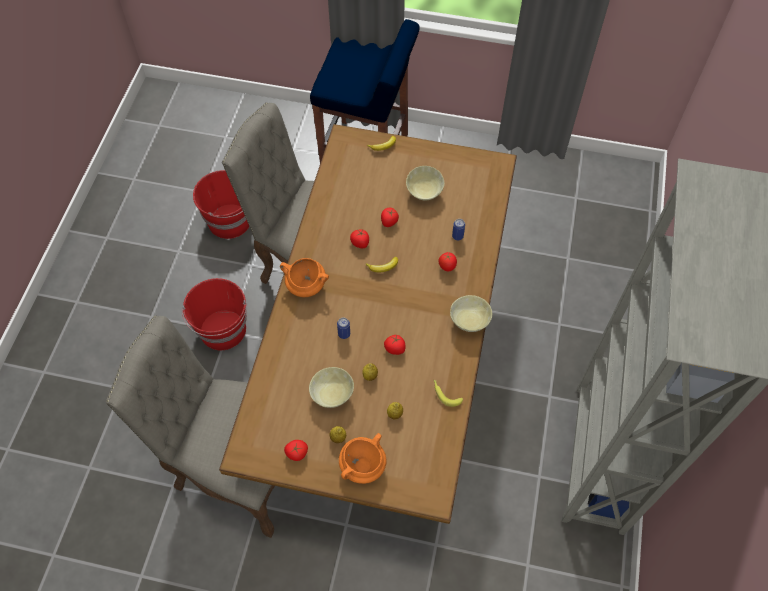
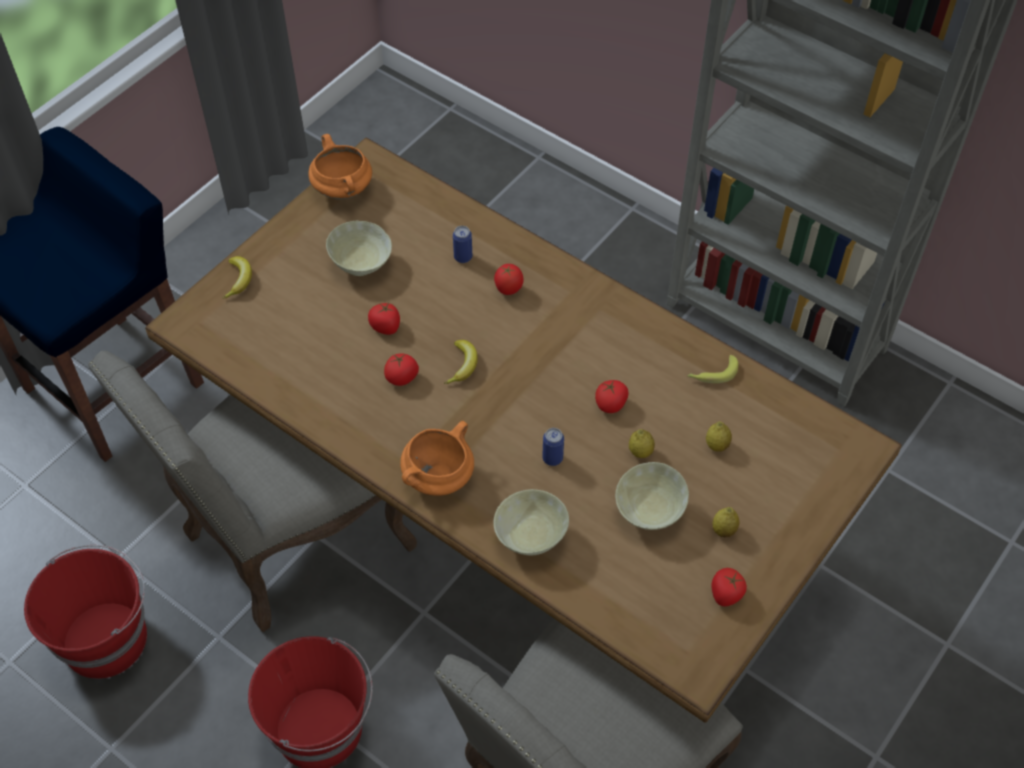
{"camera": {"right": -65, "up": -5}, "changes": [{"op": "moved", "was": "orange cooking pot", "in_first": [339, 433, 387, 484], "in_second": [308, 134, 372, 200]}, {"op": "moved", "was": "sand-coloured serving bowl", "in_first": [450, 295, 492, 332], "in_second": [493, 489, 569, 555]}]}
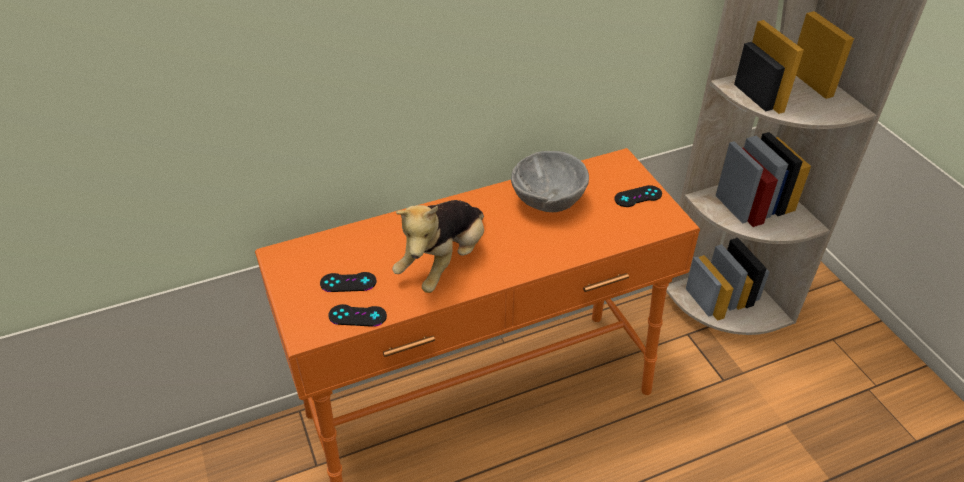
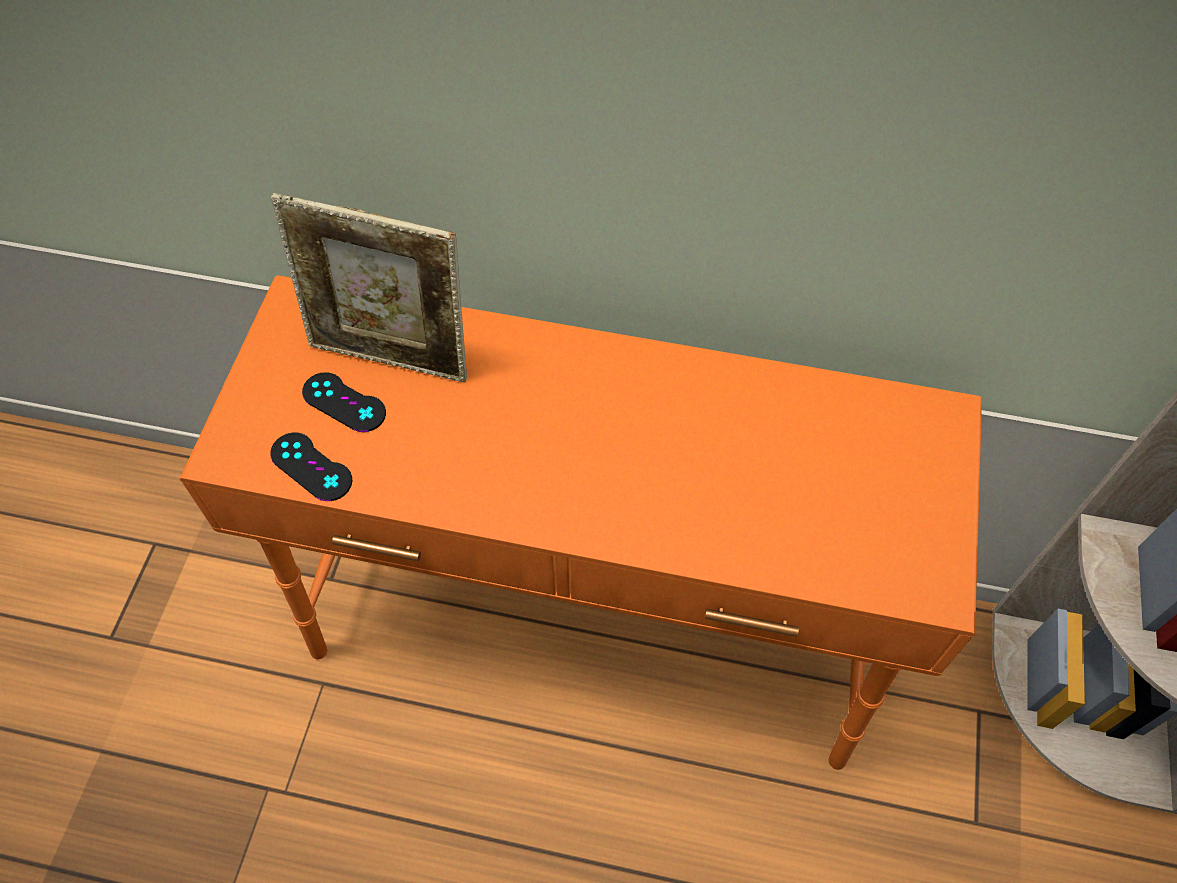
{"camera": {"right": 35, "up": 15}, "changes": [{"op": "removed", "was": "plush toy", "in_first": [392, 200, 484, 293]}, {"op": "removed", "was": "greyish serving bowl", "in_first": [511, 151, 589, 212]}, {"op": "removed", "was": "black joypad", "in_first": [614, 185, 662, 207]}, {"op": "added", "now": "photo frame", "in_second": [271, 193, 467, 382]}]}
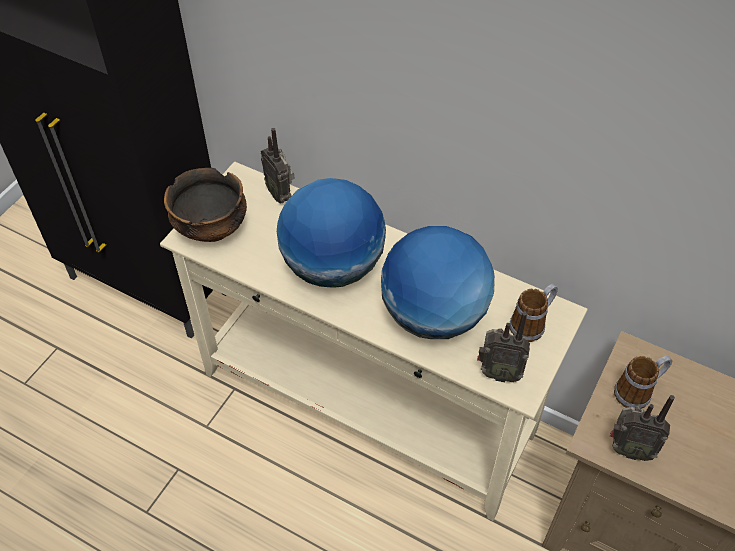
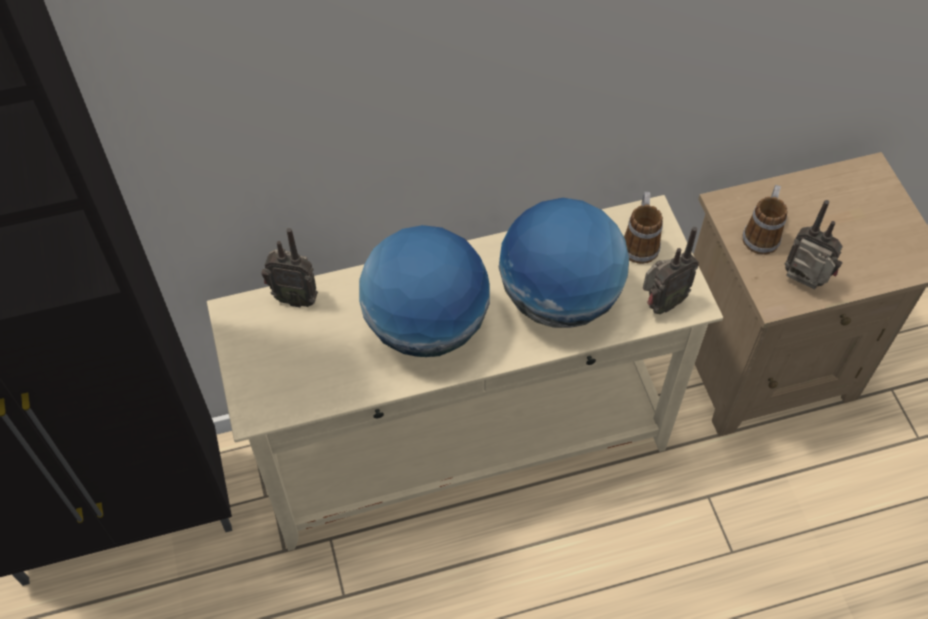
{"camera": {"right": -45, "up": 5}, "changes": [{"op": "removed", "was": "serving bowl", "in_first": [164, 168, 247, 242]}, {"op": "turned", "was": "radio receiver", "in_first": [610, 395, 675, 461], "in_second": [785, 200, 843, 289], "clockwise": -120}]}
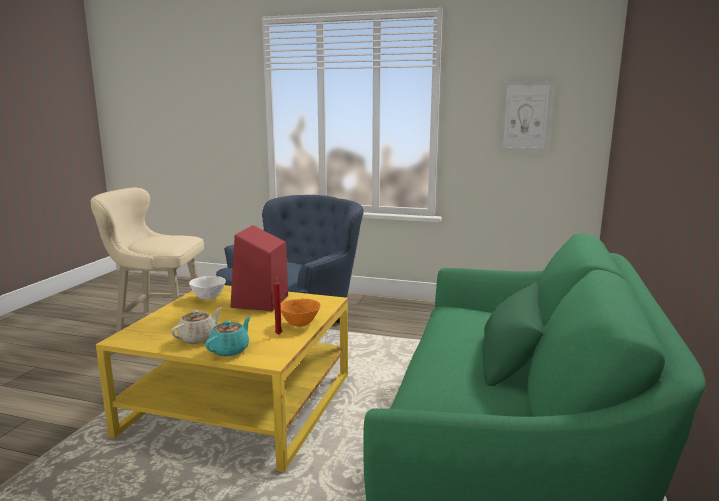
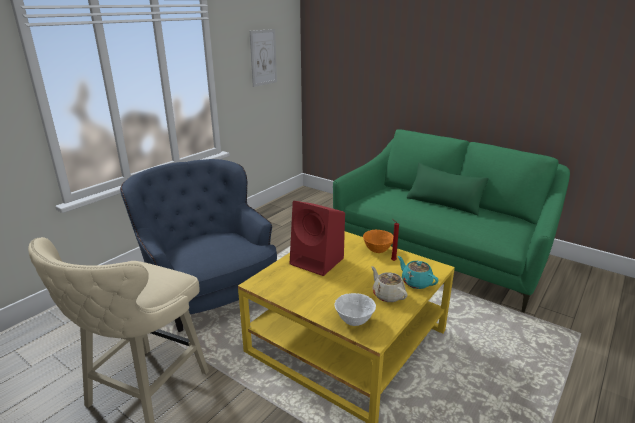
{"camera": {"right": -70, "up": 10}, "changes": [{"op": "moved", "was": "white serving bowl", "in_first": [189, 276, 226, 300], "in_second": [335, 293, 376, 326]}]}
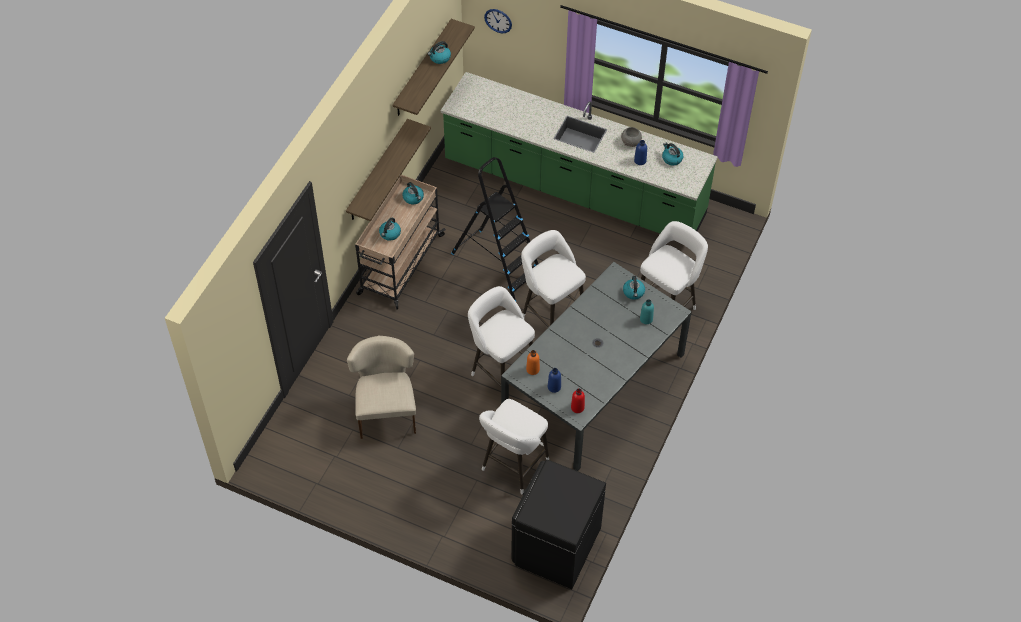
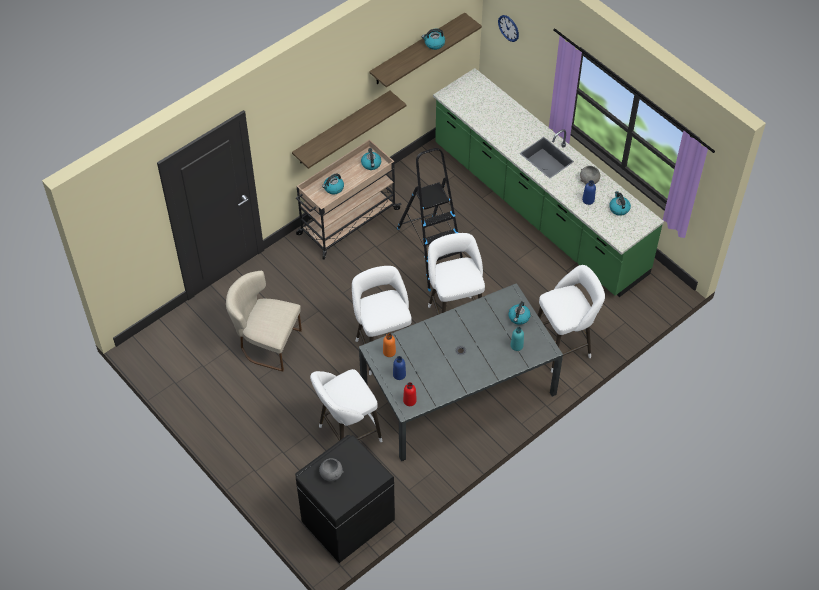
{"camera": {"right": 25, "up": 0}, "changes": [{"op": "turned", "was": "sand-coloured plain chair", "in_first": [347, 335, 416, 439], "in_second": [226, 271, 302, 372], "clockwise": -90}, {"op": "added", "now": "greyish serving bowl", "in_second": [319, 458, 344, 481]}]}
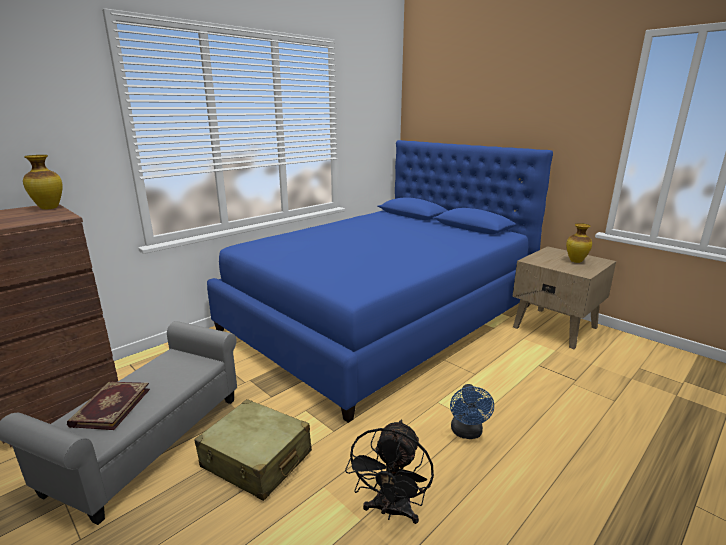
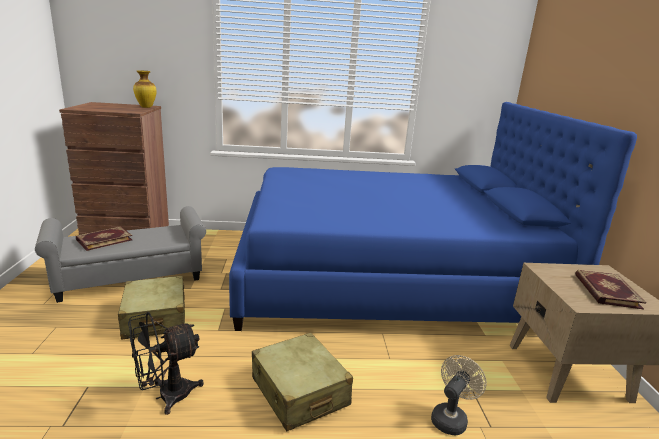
{"camera": {"right": 40, "up": 0}, "changes": [{"op": "replaced", "was": "bluish cooling fan", "now": "sand-coloured travel case", "in_first": [450, 384, 494, 439], "in_second": [252, 333, 353, 431]}, {"op": "replaced", "was": "decorative vase", "now": "bound book", "in_first": [566, 223, 592, 263], "in_second": [575, 270, 646, 310]}, {"op": "added", "now": "sand-coloured cooling fan", "in_second": [431, 355, 487, 435]}]}
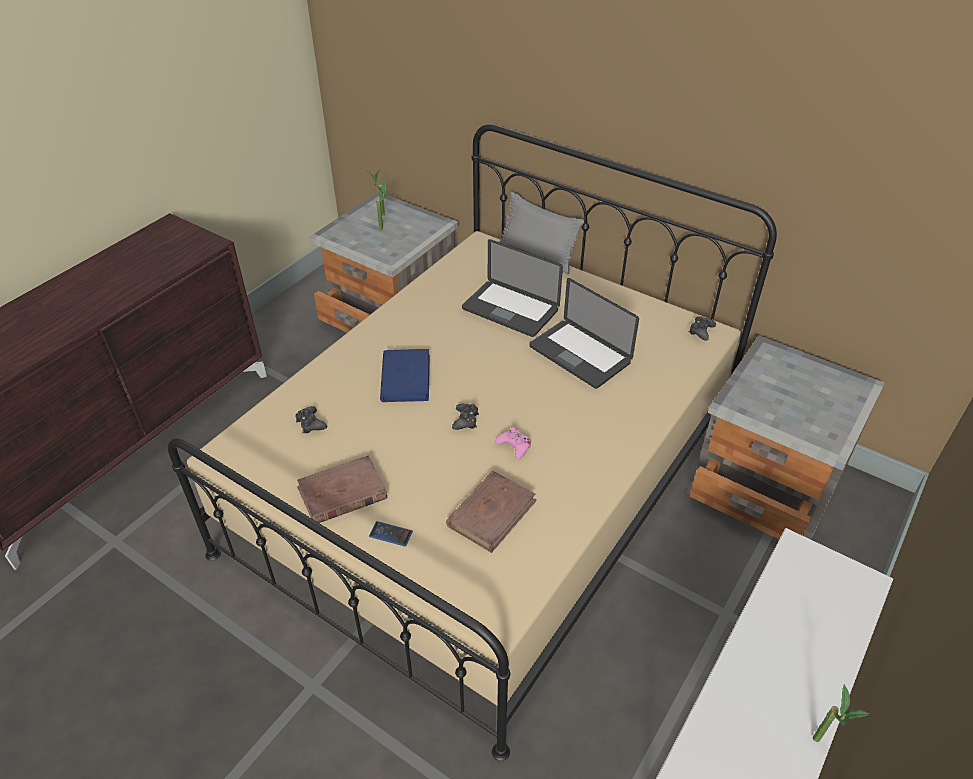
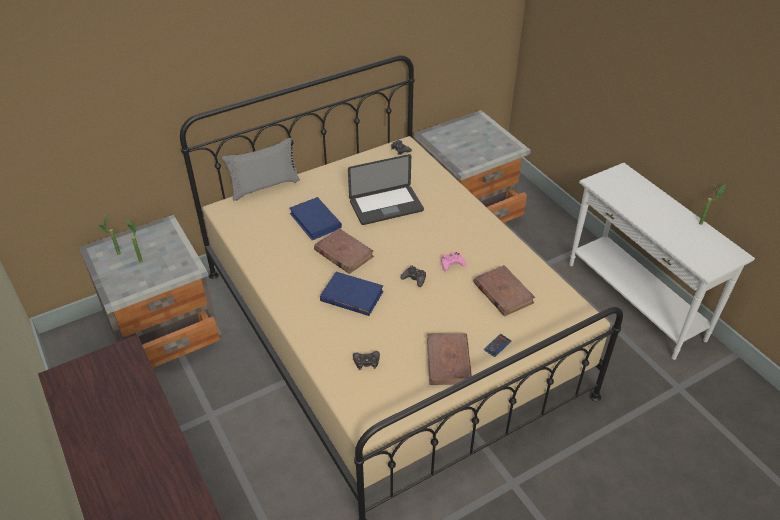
{"camera": {"right": -65, "up": 0}, "changes": [{"op": "replaced", "was": "notebook computer", "now": "bluish bound book", "in_first": [462, 239, 563, 337], "in_second": [289, 197, 342, 240]}, {"op": "added", "now": "brown-coloured bound book", "in_second": [314, 228, 374, 274]}]}
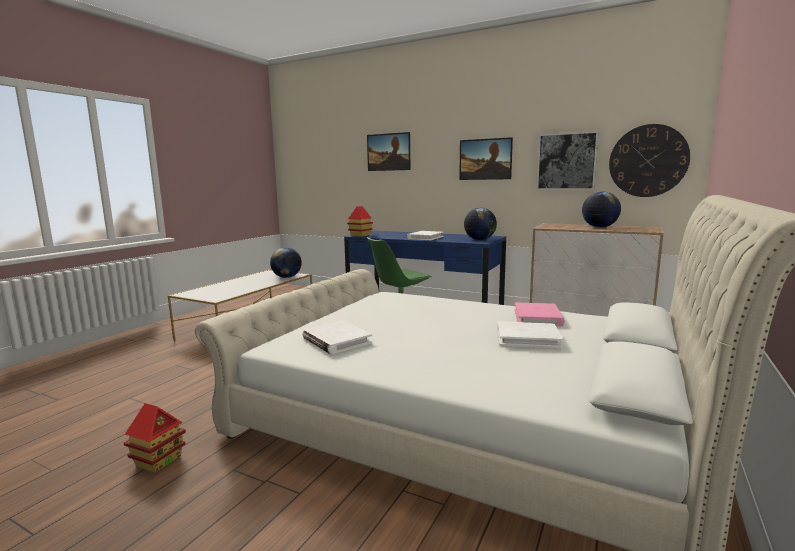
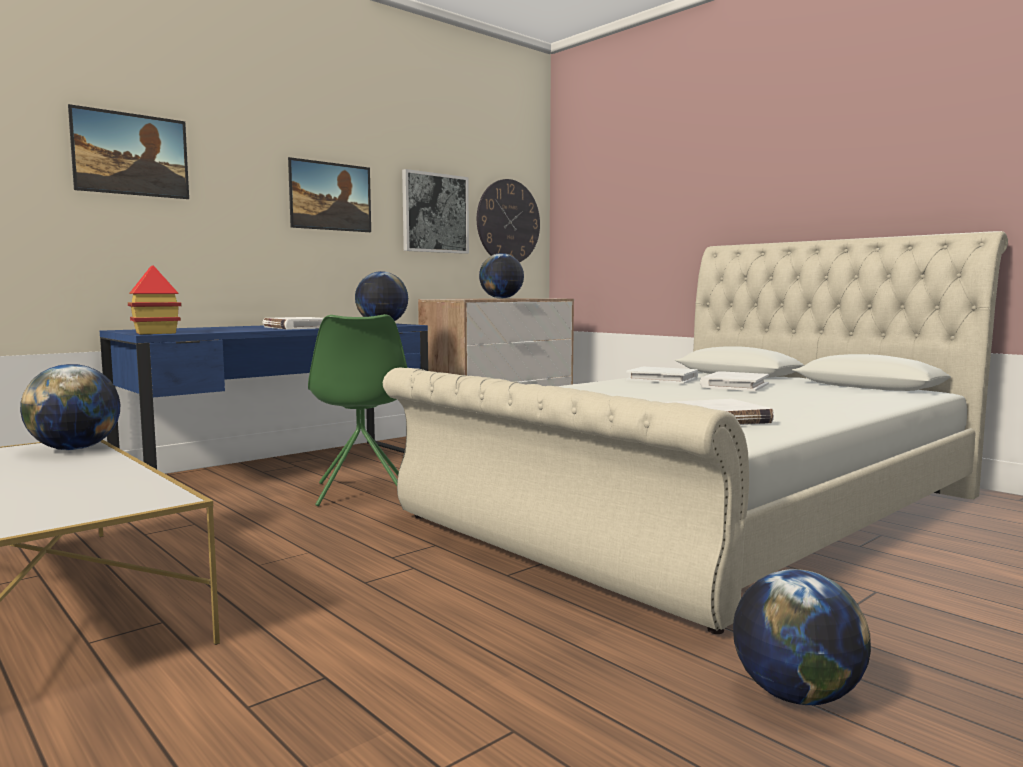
{"camera": {"right": -70, "up": -5}, "changes": [{"op": "replaced", "was": "toy house", "now": "world globe", "in_first": [124, 403, 186, 473], "in_second": [733, 569, 871, 705]}, {"op": "recoloured", "was": "pinkish bound book", "now": "white bound book", "in_first": [515, 302, 565, 326], "in_second": [626, 367, 698, 384]}]}
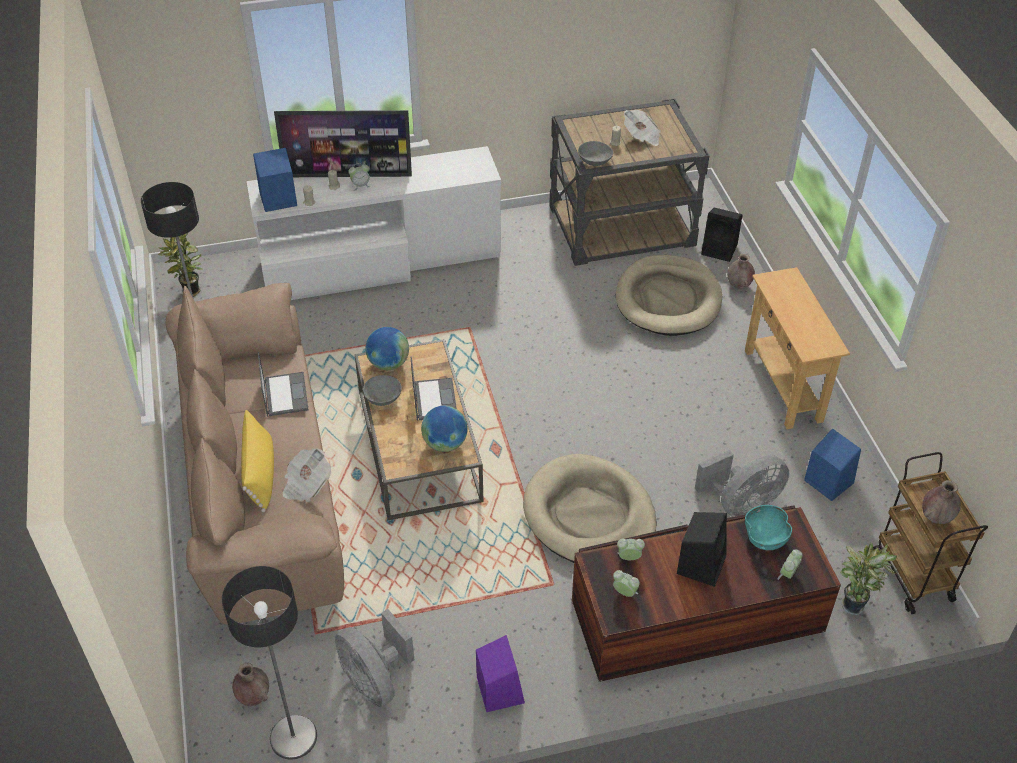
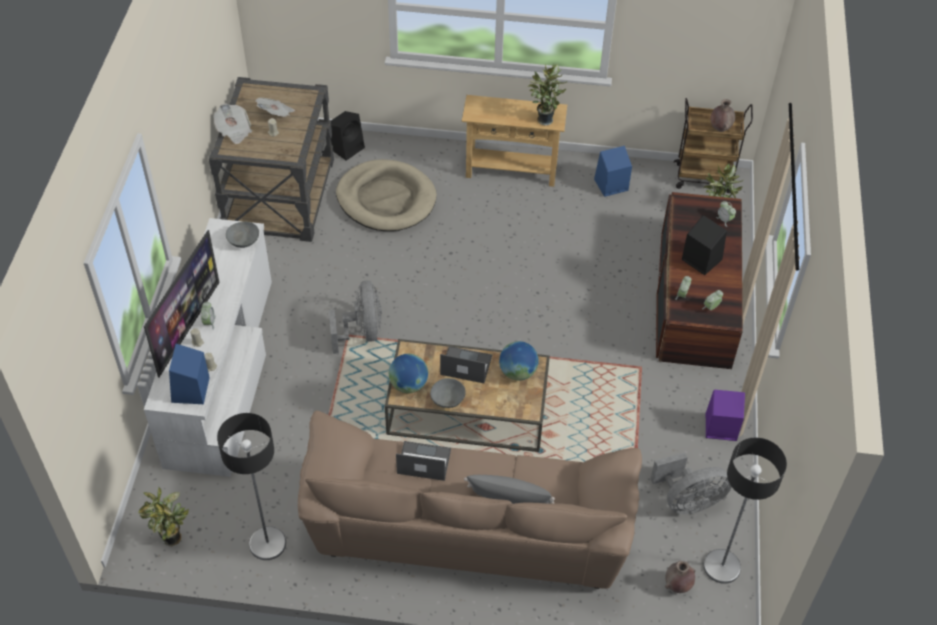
{"camera": {"right": -70, "up": 5}, "changes": [{"op": "recoloured", "was": "yellow-coloured throw pillow", "now": "greyish throw pillow", "in_first": [241, 410, 274, 512], "in_second": [464, 475, 555, 504]}, {"op": "moved", "was": "printed paper", "in_first": [282, 448, 331, 502], "in_second": [213, 103, 252, 144]}, {"op": "removed", "was": "sand-coloured dog bed", "in_first": [523, 454, 657, 563]}, {"op": "moved", "was": "greyish serving bowl", "in_first": [578, 141, 613, 166], "in_second": [226, 222, 259, 248]}, {"op": "moved", "was": "greyish cooling fan", "in_first": [695, 450, 789, 517], "in_second": [329, 281, 382, 354]}, {"op": "removed", "was": "brown-coloured decorative vase", "in_first": [727, 254, 755, 288]}, {"op": "removed", "was": "blue-green serving bowl", "in_first": [745, 505, 792, 550]}, {"op": "added", "now": "plant in a pot", "in_second": [528, 64, 567, 126]}]}
